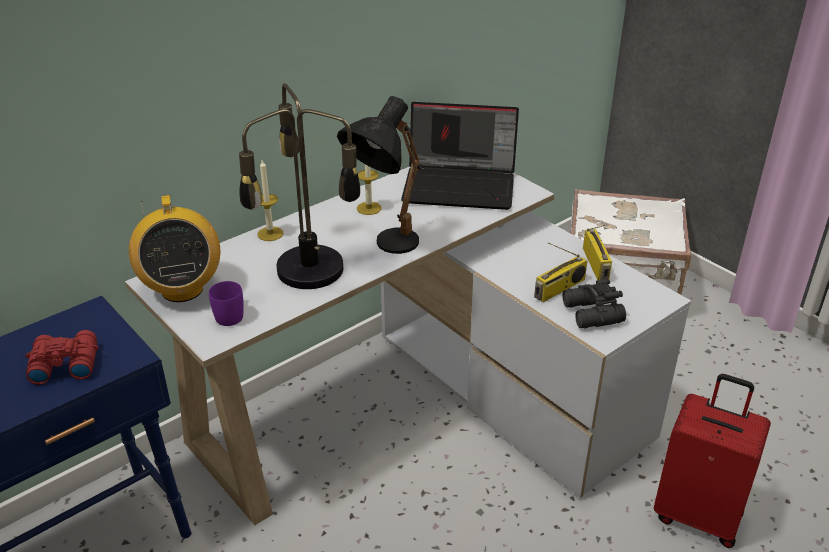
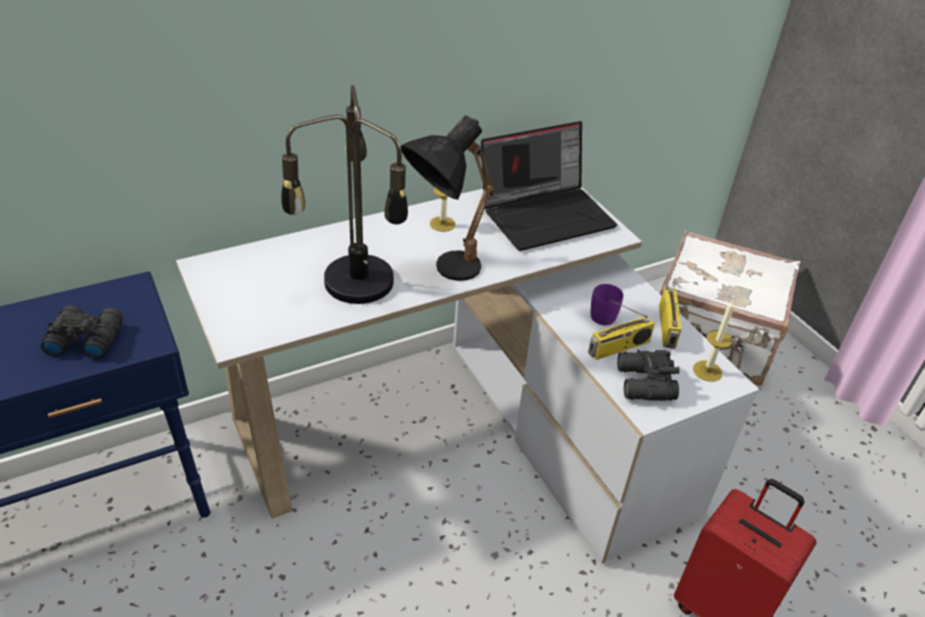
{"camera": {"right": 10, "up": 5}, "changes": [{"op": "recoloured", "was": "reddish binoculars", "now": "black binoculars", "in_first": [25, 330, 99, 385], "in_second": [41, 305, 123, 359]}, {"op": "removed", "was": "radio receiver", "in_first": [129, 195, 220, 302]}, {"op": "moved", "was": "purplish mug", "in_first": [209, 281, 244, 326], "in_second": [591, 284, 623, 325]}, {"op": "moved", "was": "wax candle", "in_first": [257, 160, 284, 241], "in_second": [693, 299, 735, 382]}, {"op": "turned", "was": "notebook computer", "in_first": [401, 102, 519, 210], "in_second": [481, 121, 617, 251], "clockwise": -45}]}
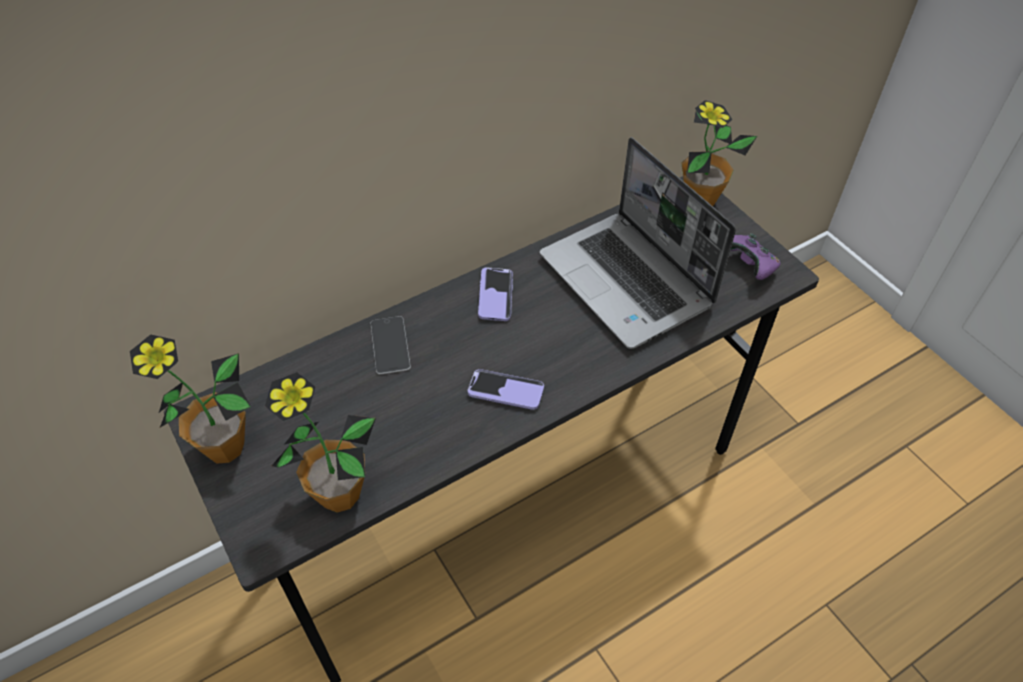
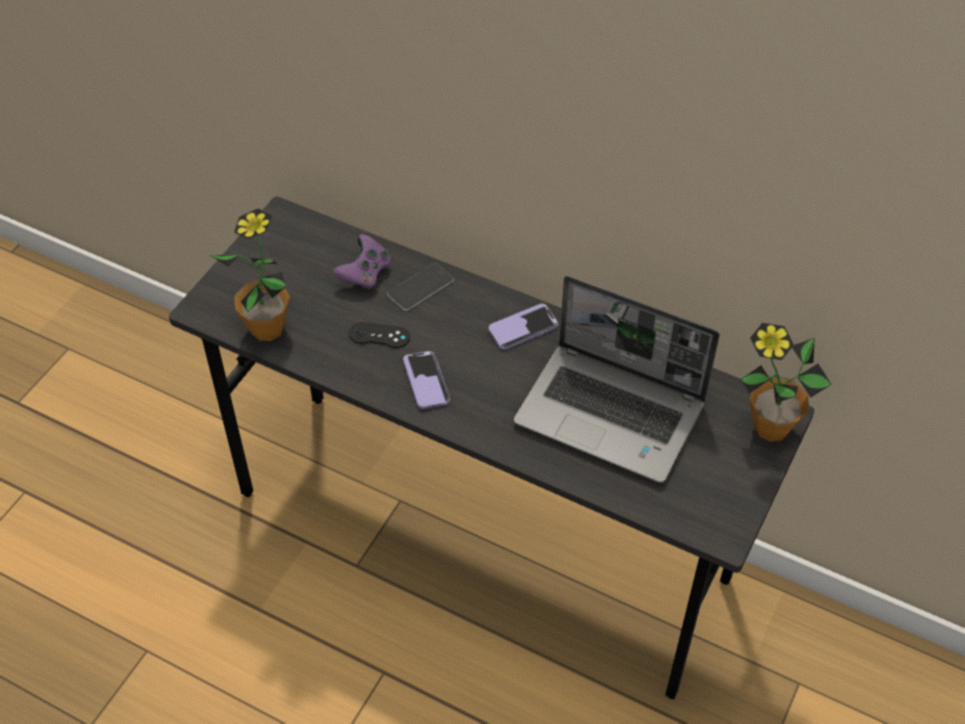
{"camera": {"right": 60, "up": 0}, "changes": [{"op": "removed", "was": "plant in a pot", "in_first": [130, 334, 251, 464]}, {"op": "turned", "was": "notebook computer", "in_first": [540, 137, 736, 349], "in_second": [514, 276, 720, 483], "clockwise": -90}, {"op": "moved", "was": "purplish joypad", "in_first": [730, 233, 781, 280], "in_second": [333, 234, 391, 290]}, {"op": "added", "now": "black joypad", "in_second": [349, 322, 410, 348]}]}
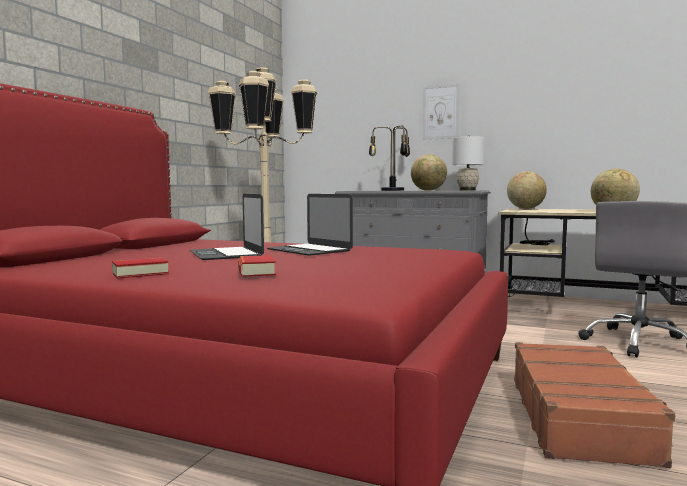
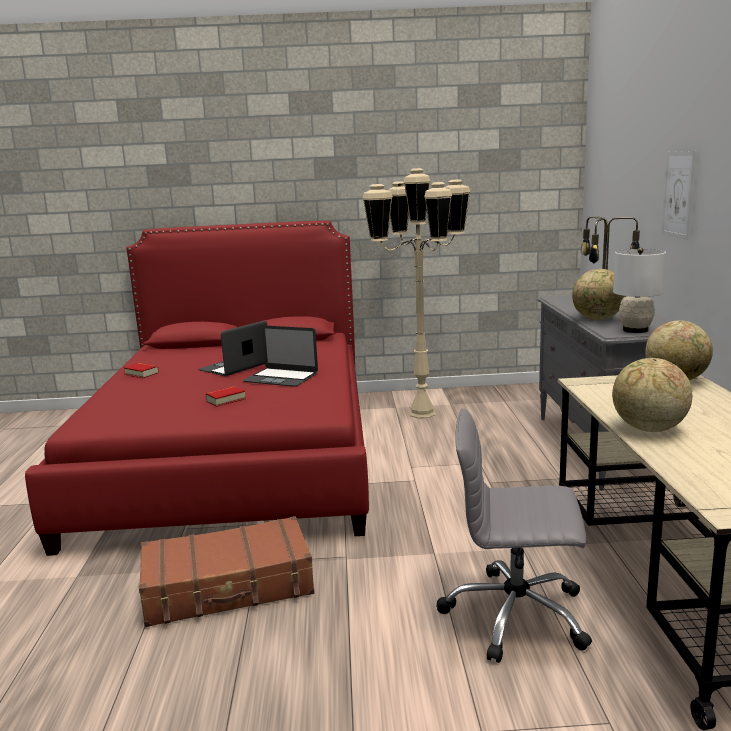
{"camera": {"right": 65, "up": 10}, "changes": [{"op": "moved", "was": "bound book", "in_first": [238, 255, 276, 277], "in_second": [206, 386, 246, 407]}, {"op": "turned", "was": "notebook computer", "in_first": [267, 194, 353, 256], "in_second": [243, 325, 318, 387], "clockwise": -90}]}
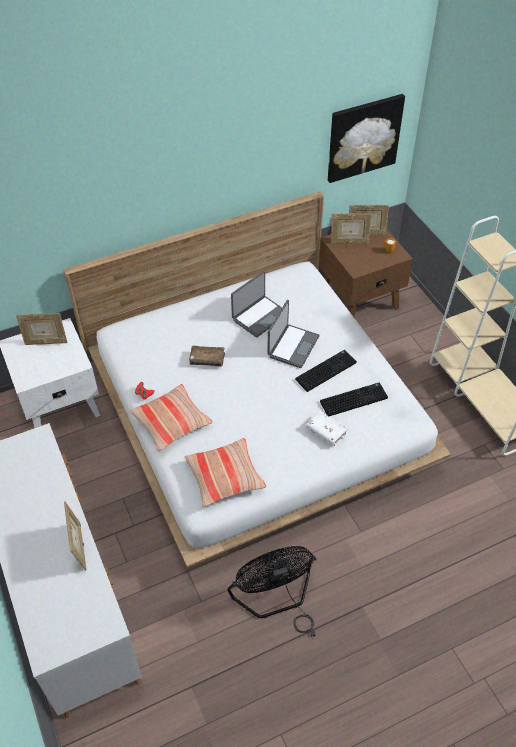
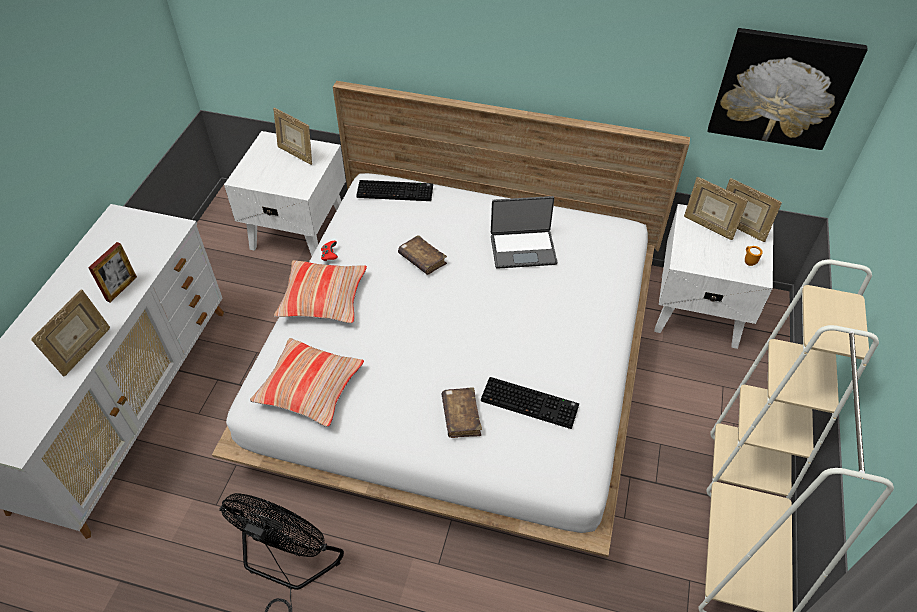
{"camera": {"right": 40, "up": 0}, "changes": [{"op": "removed", "was": "notebook computer", "in_first": [268, 300, 320, 368]}, {"op": "moved", "was": "computer keyboard", "in_first": [295, 350, 357, 392], "in_second": [356, 180, 433, 201]}, {"op": "recoloured", "was": "white bound book", "now": "brown-coloured bound book", "in_first": [306, 411, 348, 446], "in_second": [441, 388, 482, 438]}, {"op": "recoloured", "was": "brown-coloured night table", "now": "white night table", "in_first": [319, 230, 413, 317], "in_second": [654, 204, 773, 349]}, {"op": "added", "now": "photo frame", "in_second": [88, 242, 137, 302]}]}
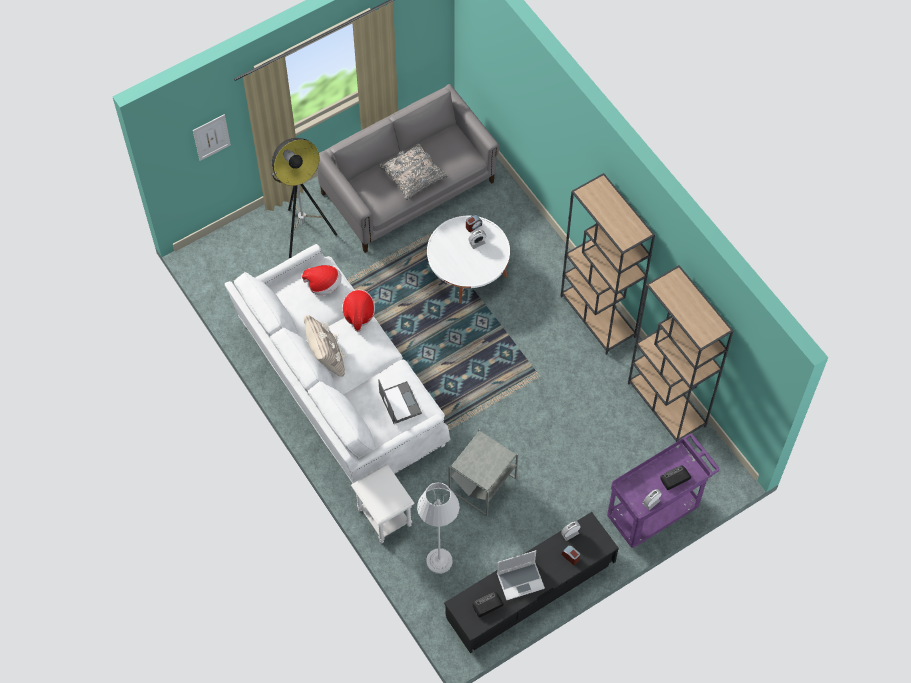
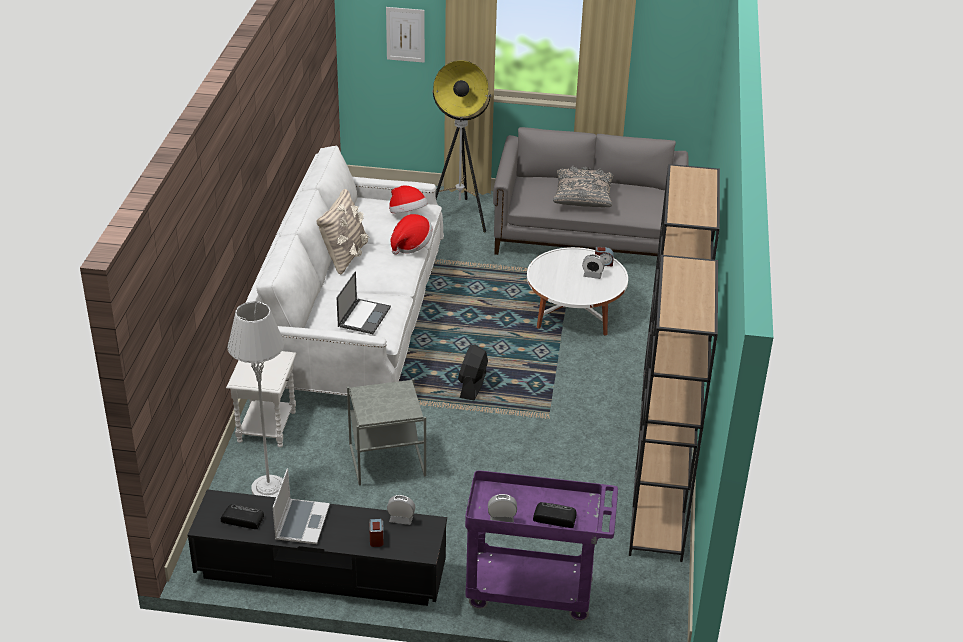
{"camera": {"right": 40, "up": -25}, "changes": [{"op": "turned", "was": "notebook computer", "in_first": [497, 550, 545, 600], "in_second": [273, 468, 330, 544], "clockwise": -105}, {"op": "added", "now": "black cooling fan", "in_second": [458, 345, 488, 401]}]}
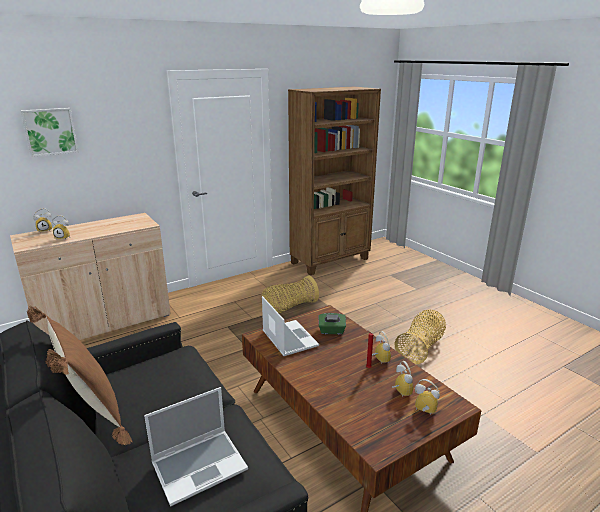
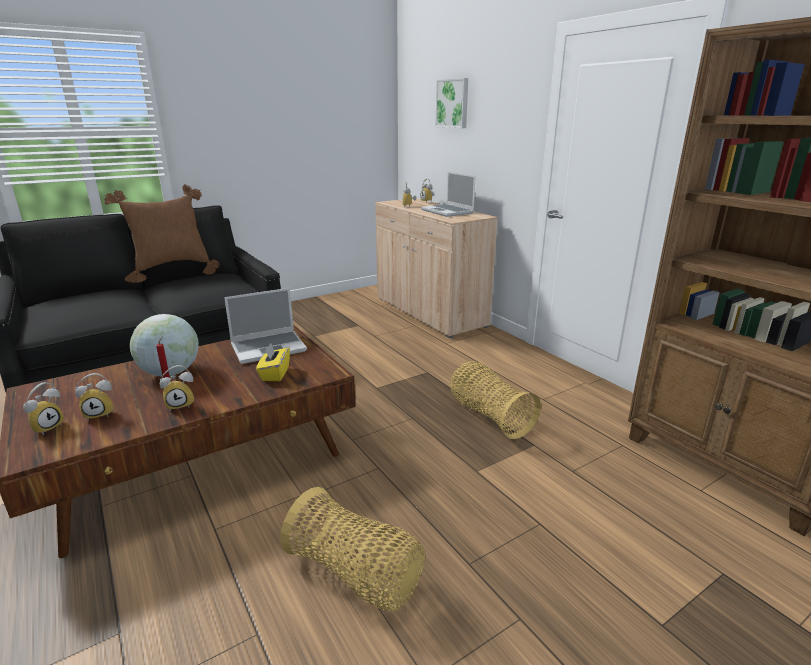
{"camera": {"right": 90, "up": 0}, "changes": [{"op": "moved", "was": "notebook computer", "in_first": [144, 387, 248, 506], "in_second": [421, 172, 476, 217]}, {"op": "recoloured", "was": "green box of tissues", "now": "yellow-coloured box of tissues", "in_first": [319, 313, 346, 334], "in_second": [256, 343, 290, 381]}, {"op": "added", "now": "world globe", "in_second": [130, 314, 199, 377]}]}
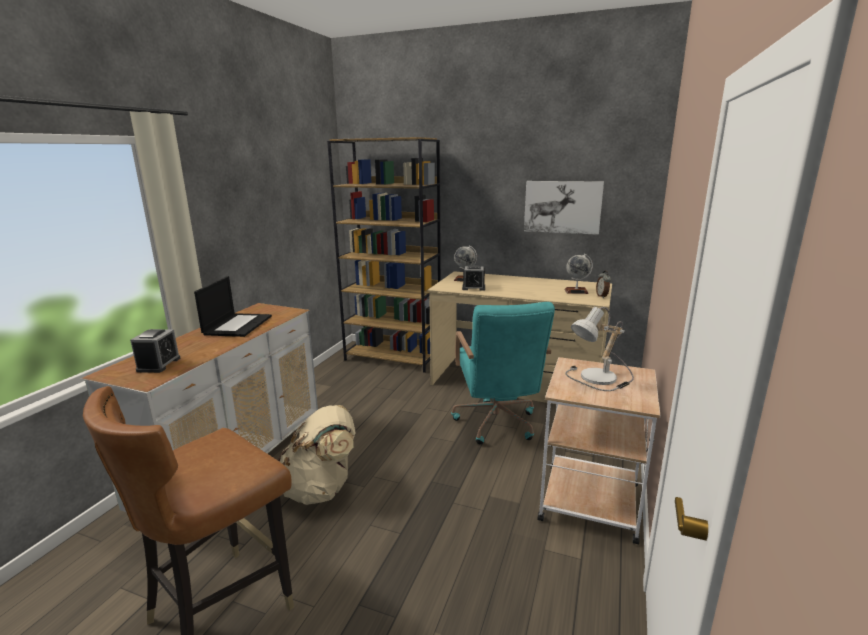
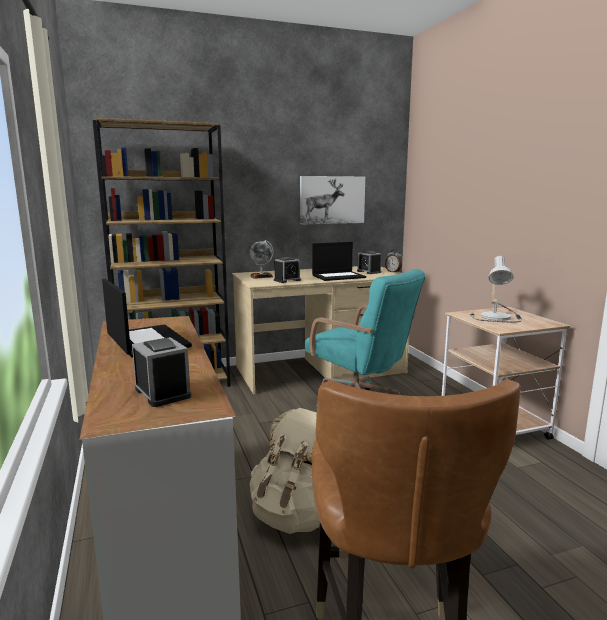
{"camera": {"right": -40, "up": -5}, "changes": [{"op": "replaced", "was": "world globe", "now": "table clock", "in_first": [565, 254, 593, 294], "in_second": [357, 251, 381, 274]}, {"op": "added", "now": "notebook computer", "in_second": [312, 242, 366, 281]}]}
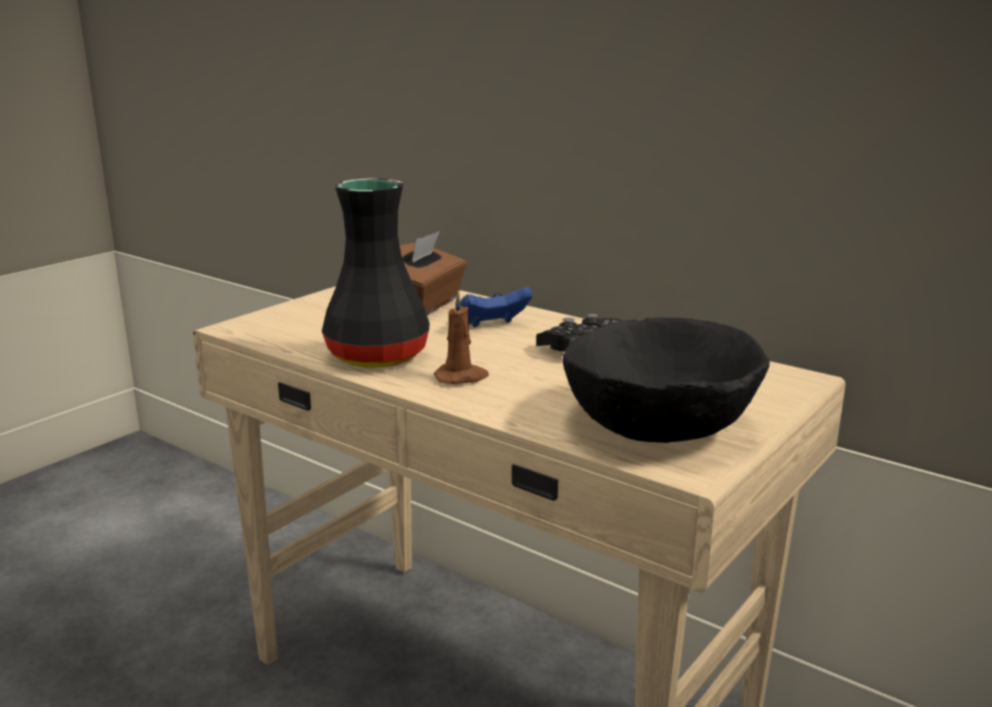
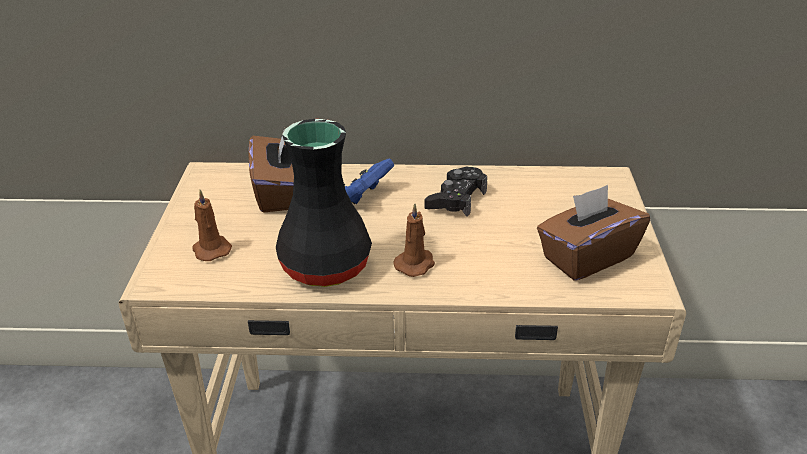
{"camera": {"right": -35, "up": 15}, "changes": [{"op": "replaced", "was": "black serving bowl", "now": "brown-coloured box of tissues", "in_first": [563, 317, 770, 443], "in_second": [537, 185, 650, 281]}, {"op": "added", "now": "brown-coloured wax candle", "in_second": [193, 189, 232, 261]}]}
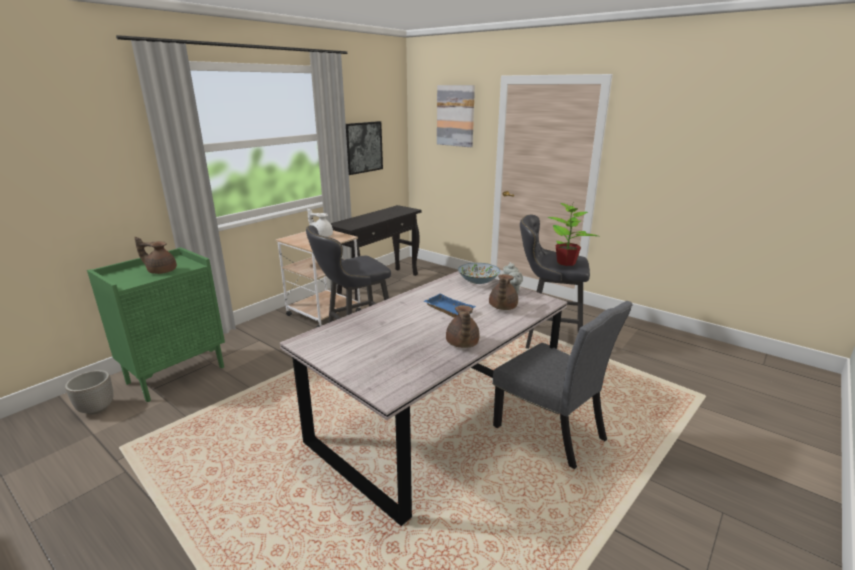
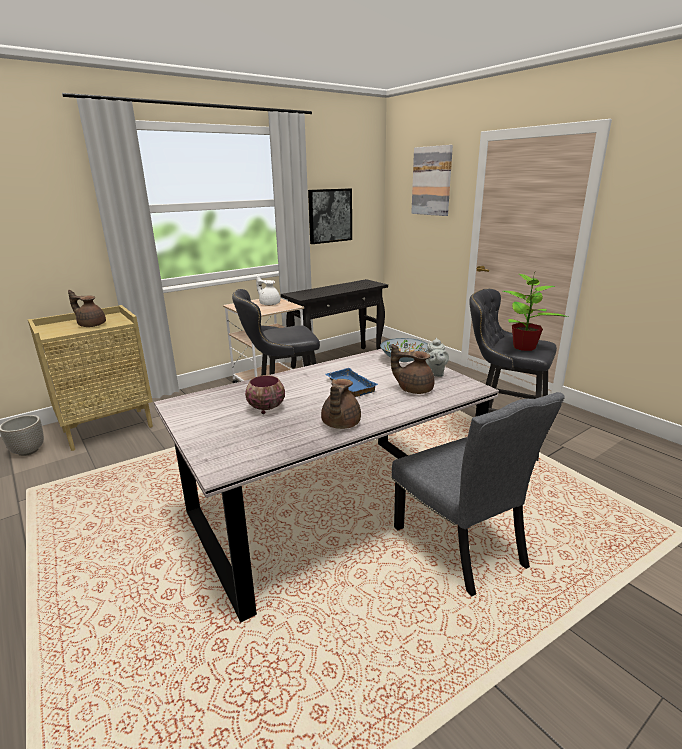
{"camera": {"right": 15, "up": 0}, "changes": [{"op": "recoloured", "was": "green storage cabinet", "now": "sand-coloured storage cabinet", "in_first": [87, 247, 225, 402], "in_second": [28, 305, 153, 451]}, {"op": "turned", "was": "brown-coloured teapot", "in_first": [489, 274, 518, 310], "in_second": [391, 344, 434, 394], "clockwise": 75}, {"op": "added", "now": "serving bowl", "in_second": [245, 375, 285, 414]}]}
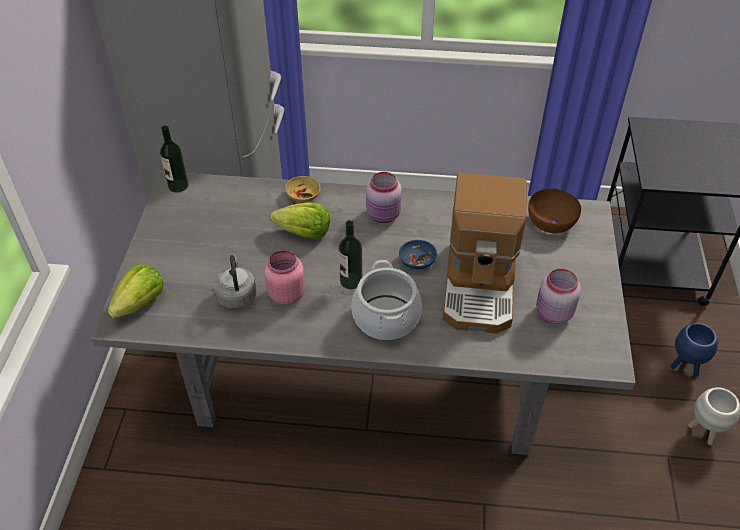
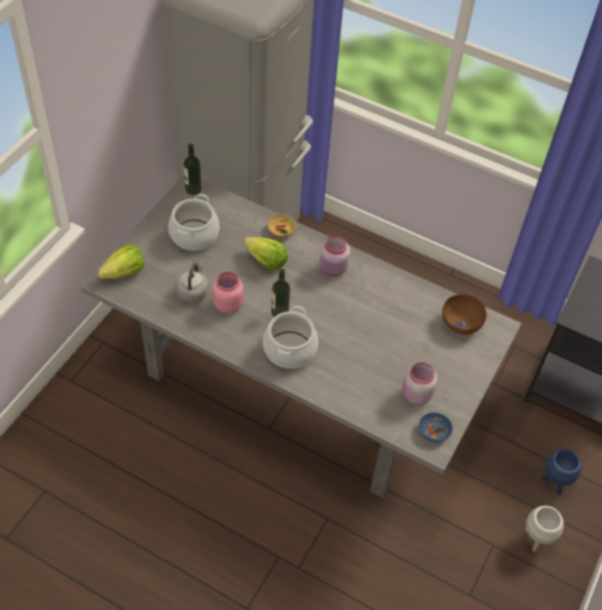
{"camera": {"right": 20, "up": 5}, "changes": [{"op": "moved", "was": "bluish serving bowl", "in_first": [399, 240, 437, 269], "in_second": [419, 412, 453, 442]}, {"op": "removed", "was": "coffee machine", "in_first": [443, 172, 527, 334]}, {"op": "added", "now": "cooking pot", "in_second": [168, 194, 219, 251]}]}
